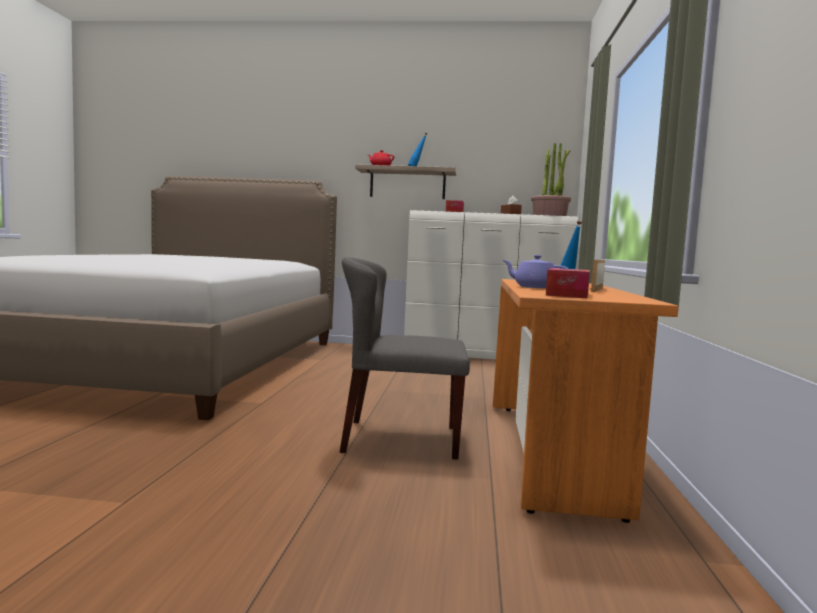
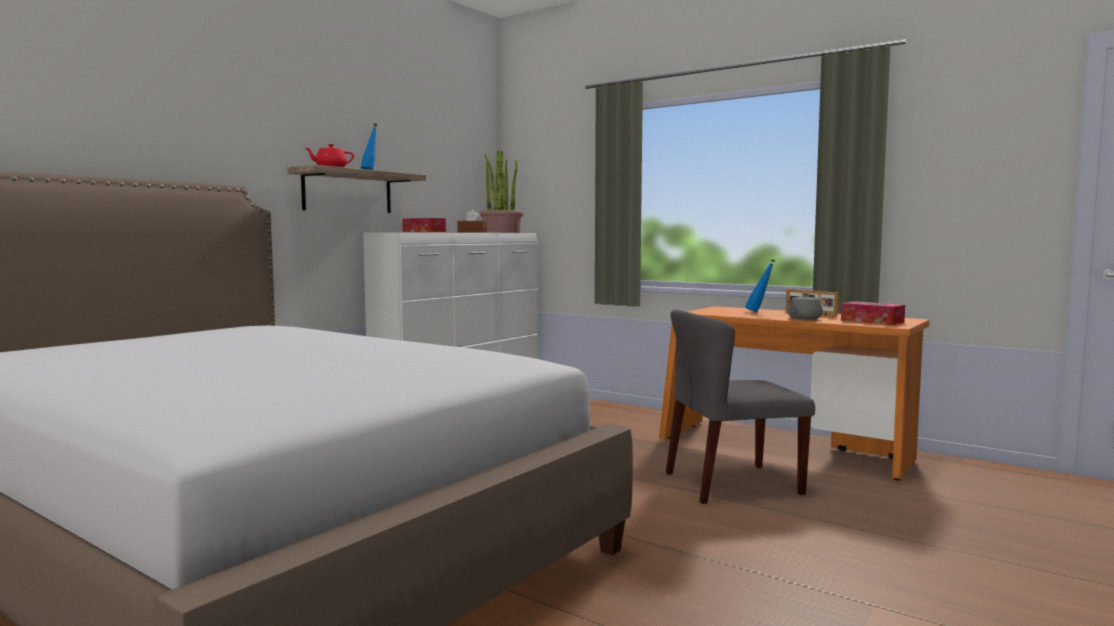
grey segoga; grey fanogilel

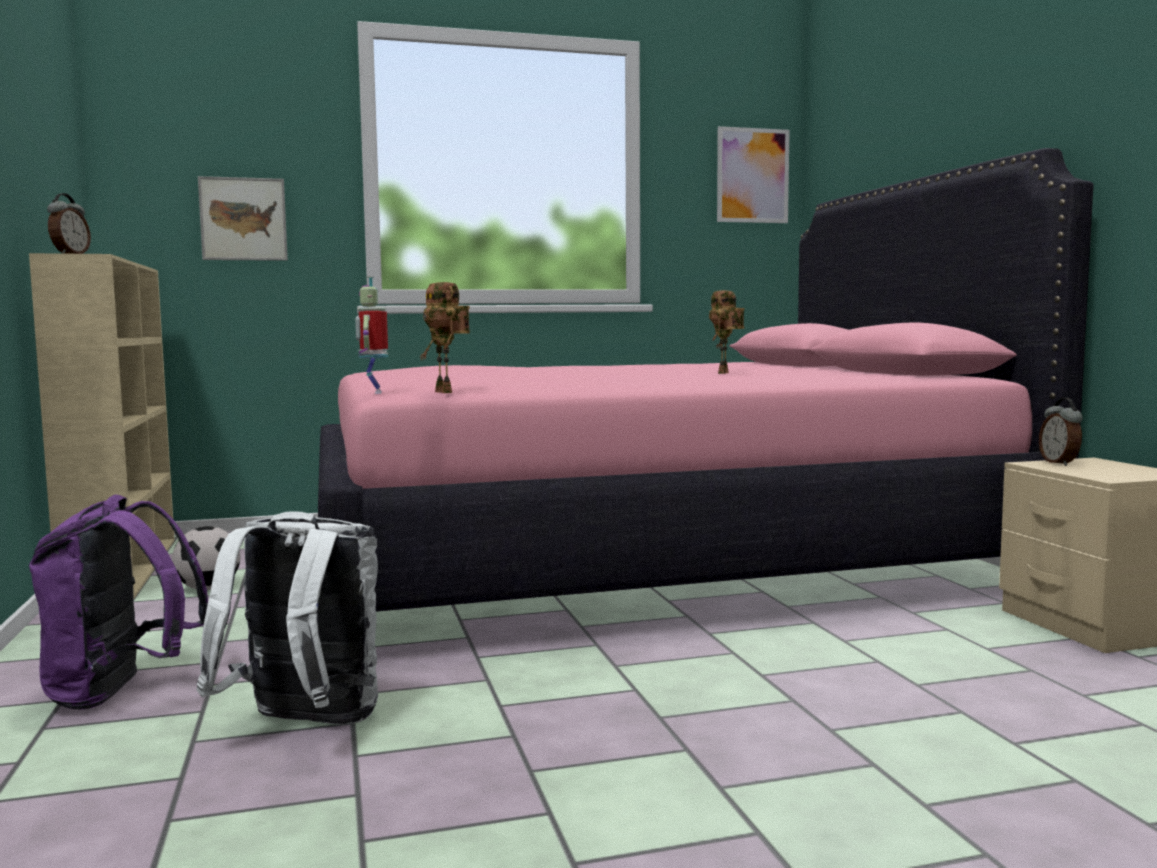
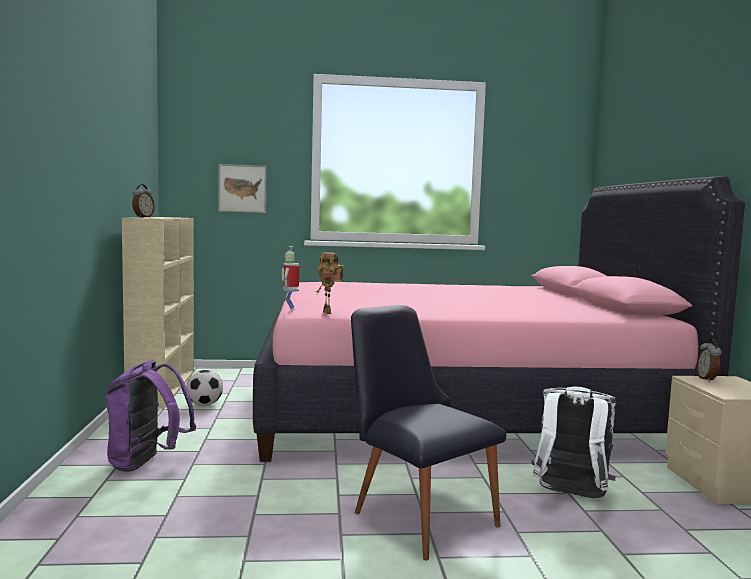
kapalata (no. 2 from left in the first image); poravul (no. 3 from left in the first image); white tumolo; black fanogilel

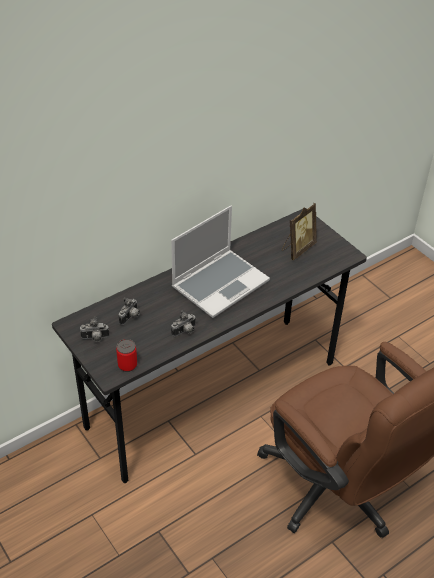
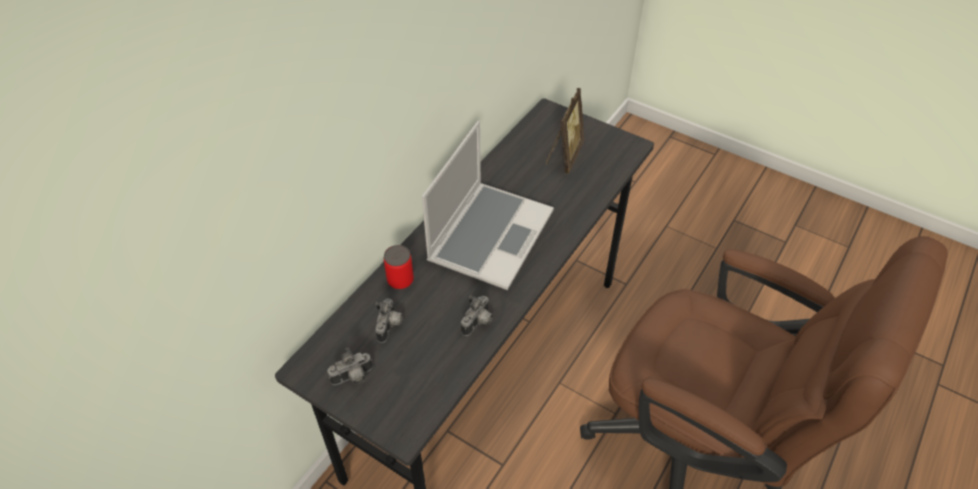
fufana

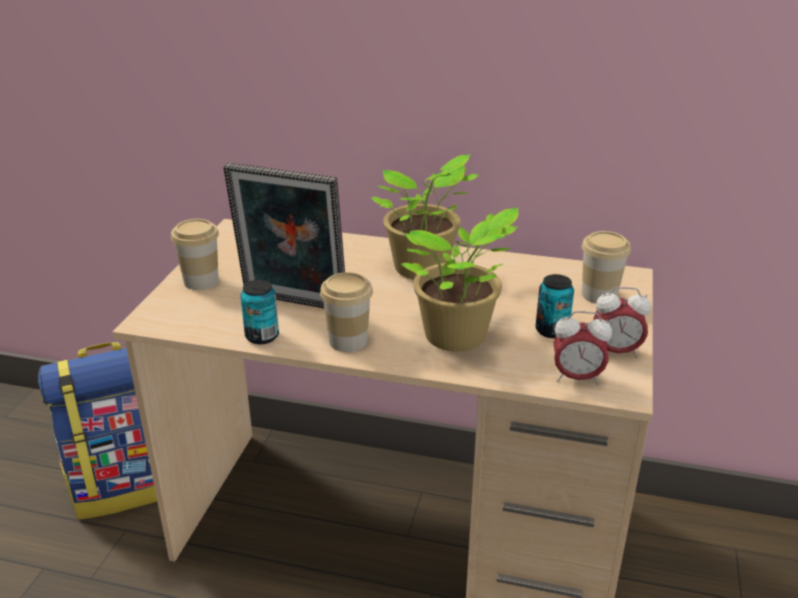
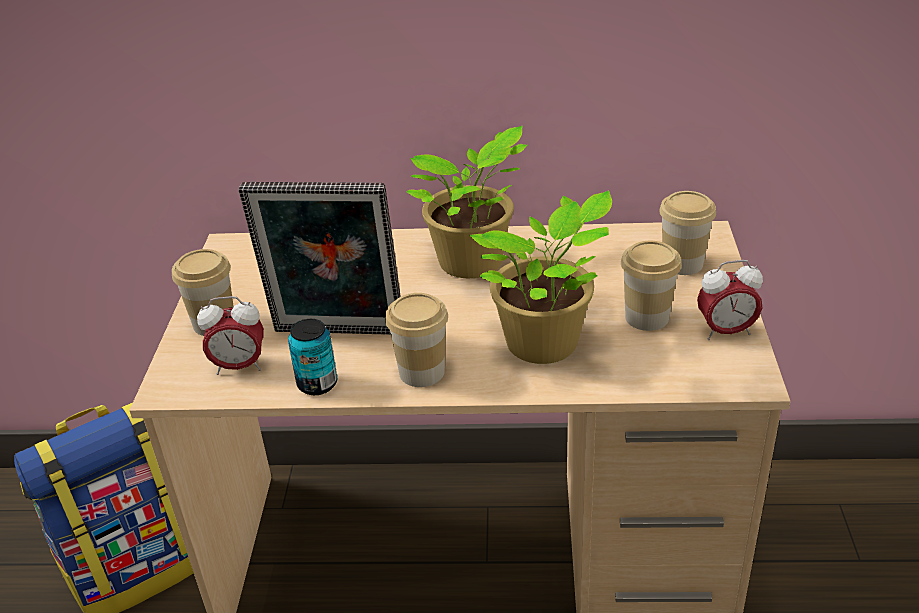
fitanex (no. 3 from left); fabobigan (no. 1 from left)

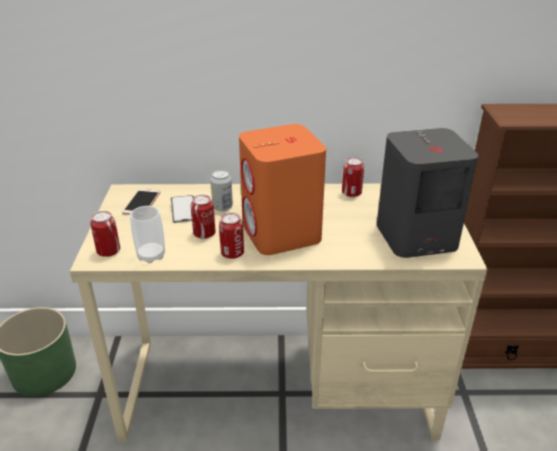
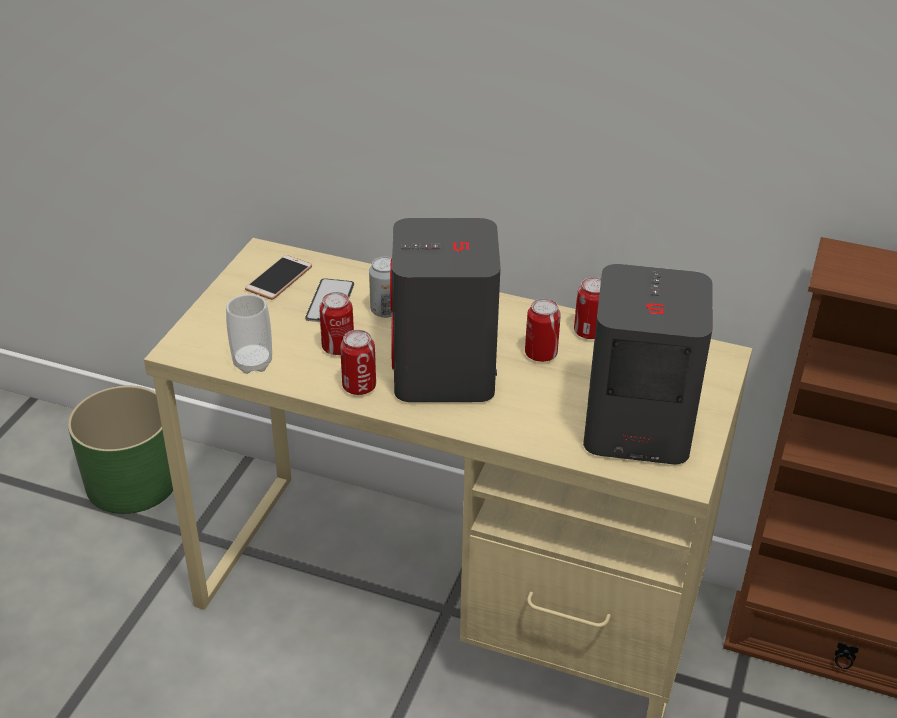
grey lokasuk (no. 1 from left); fufana (no. 4 from left)

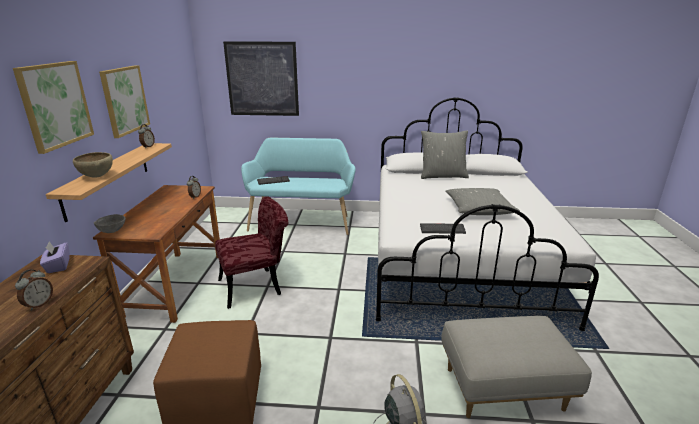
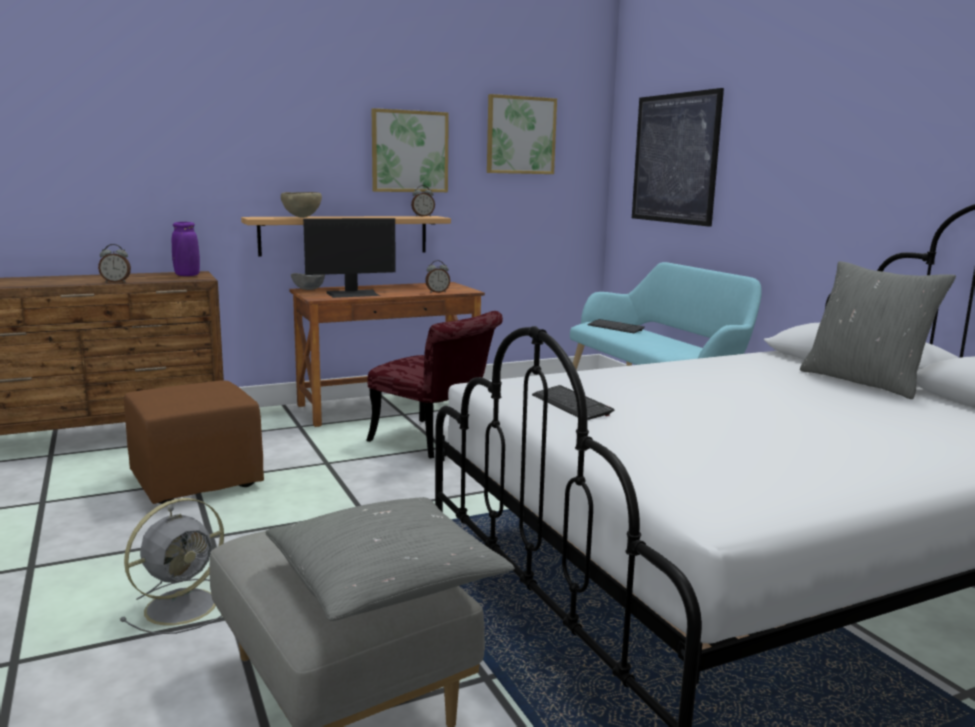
kapalata (no. 2 from left); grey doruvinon (no. 1 from left); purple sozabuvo; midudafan

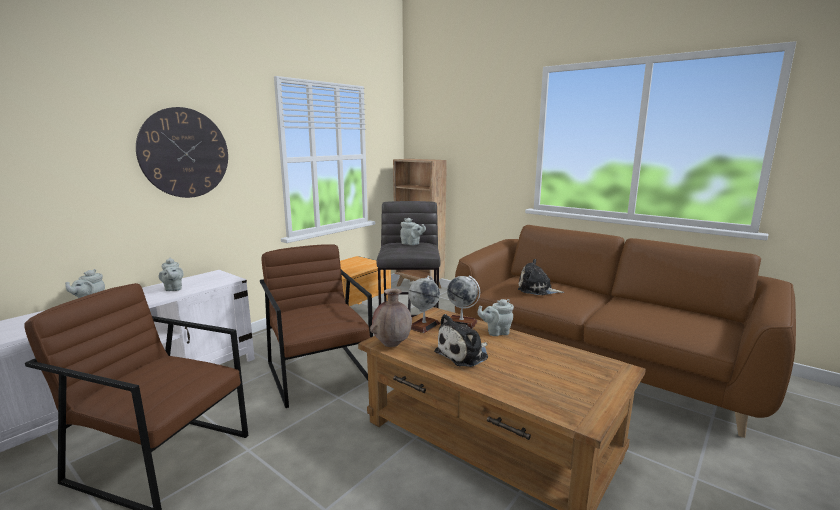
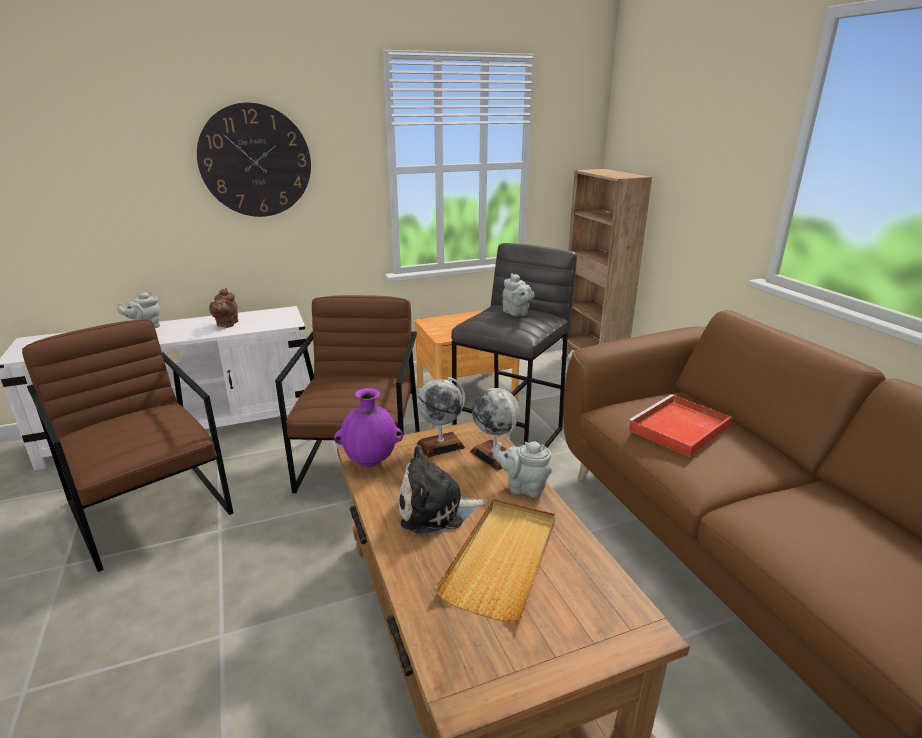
brown segoga; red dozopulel; purple sozabuvo; beige dozopulel

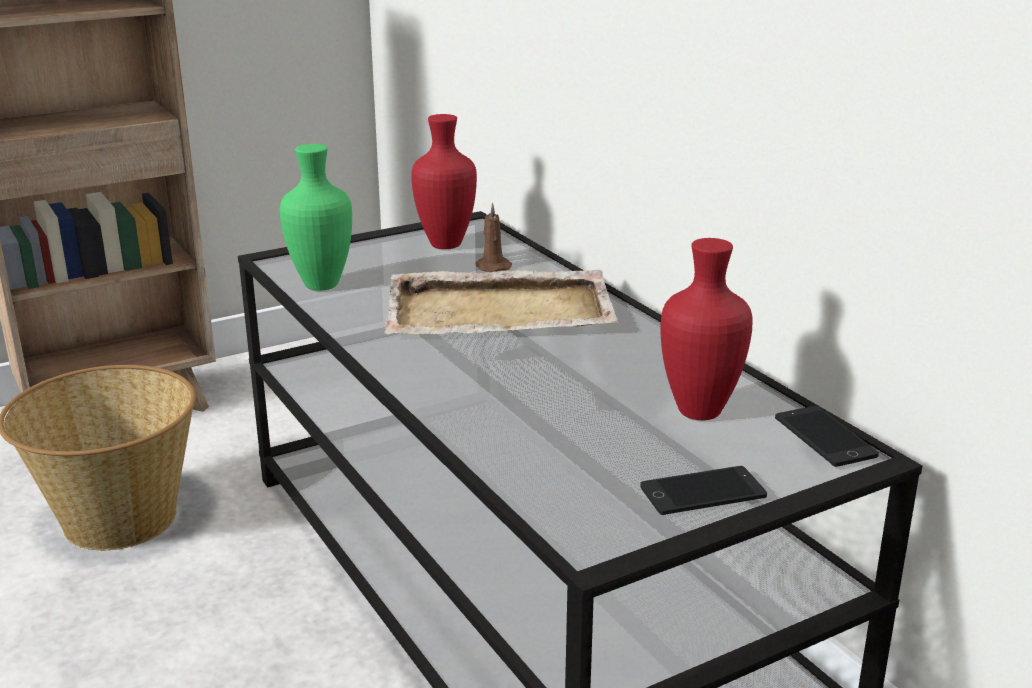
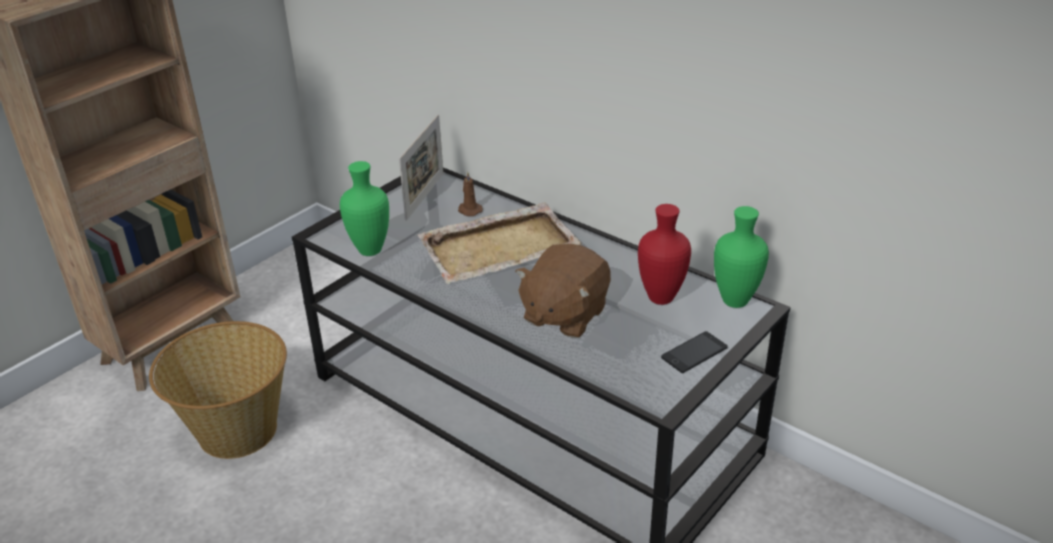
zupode; green sozabuvo (no. 2 from left); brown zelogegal

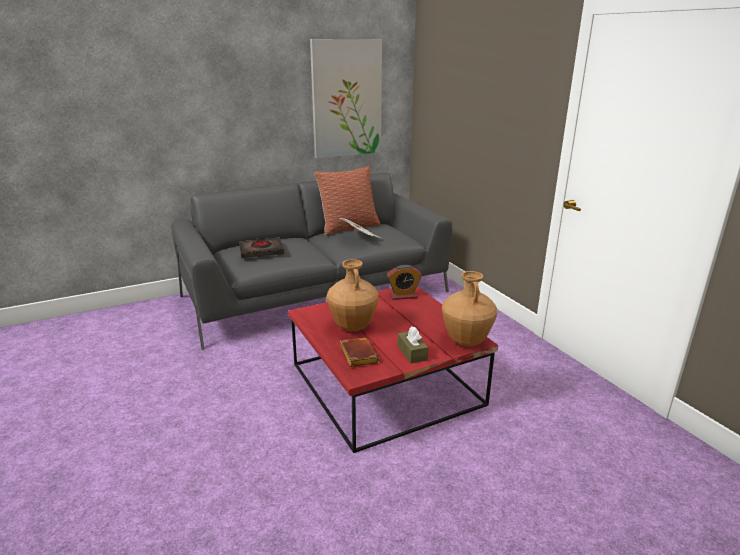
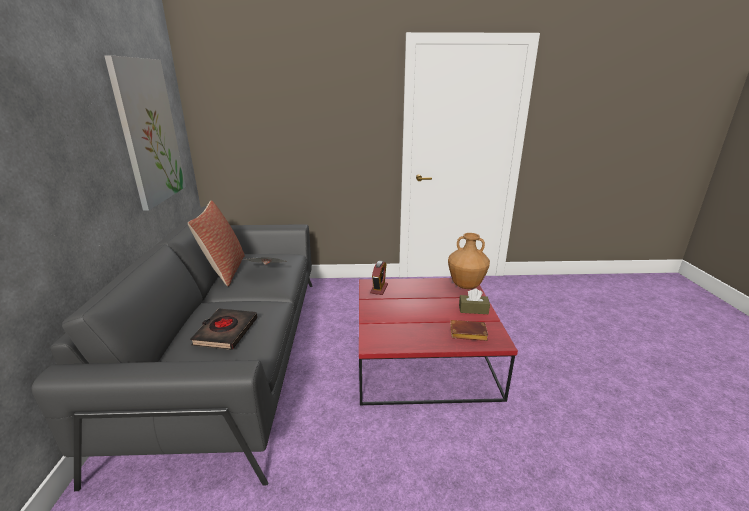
brown sozabuvo (no. 1 from left in the first image)

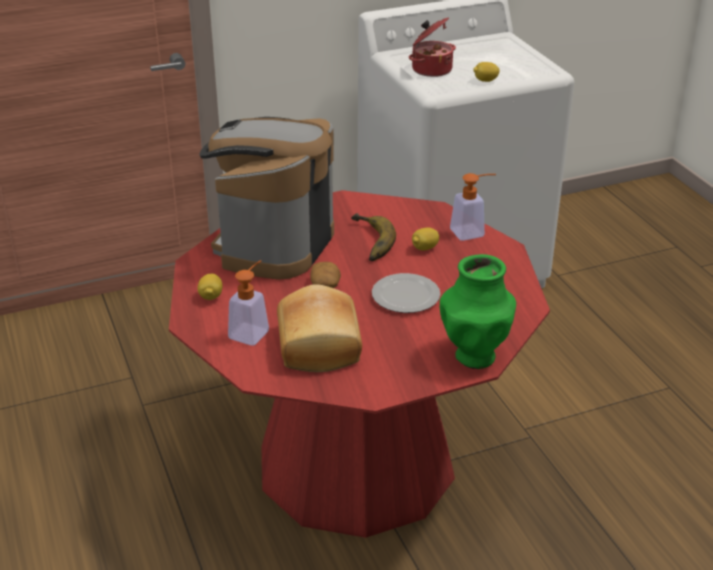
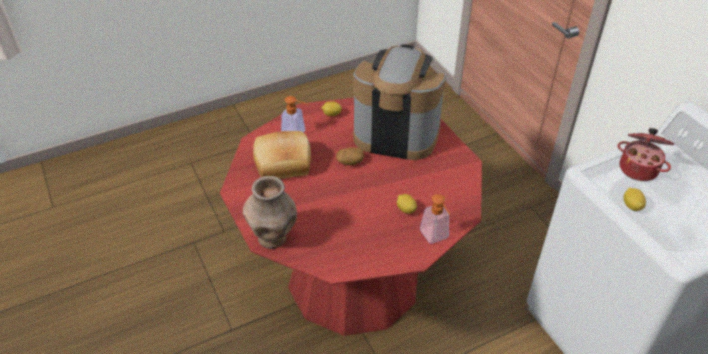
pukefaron; brown sozabuvo; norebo

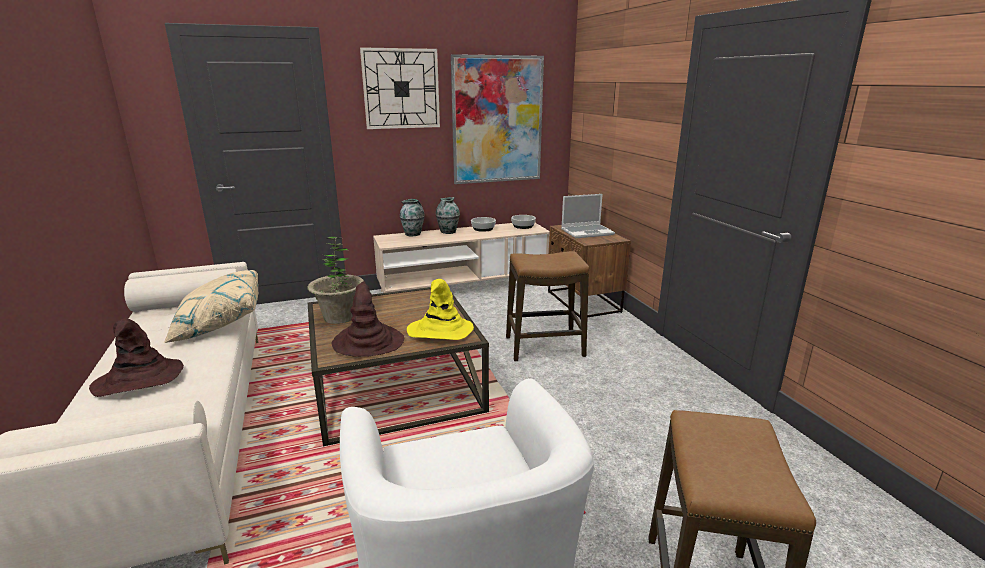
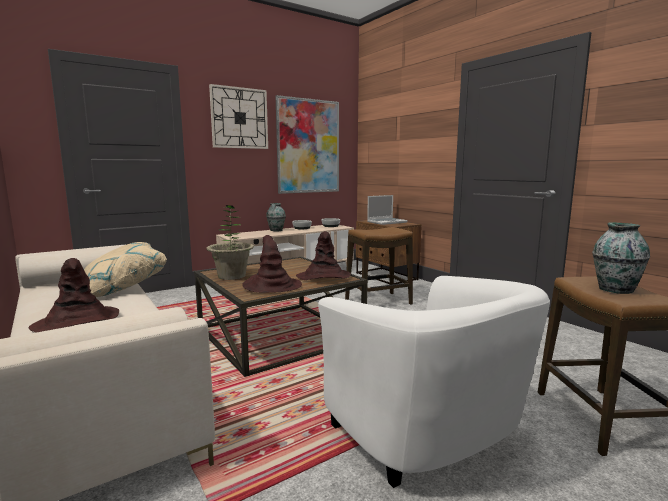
sozabuvo (no. 2 from left); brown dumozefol (no. 3 from left)

